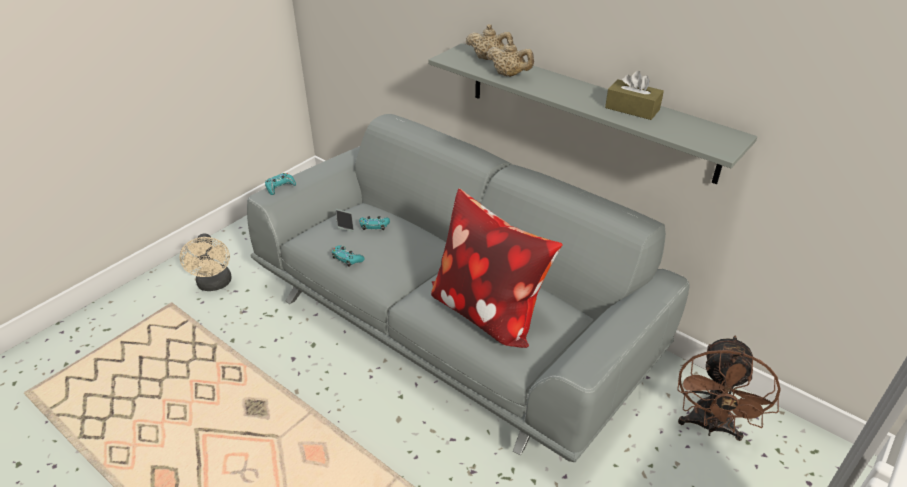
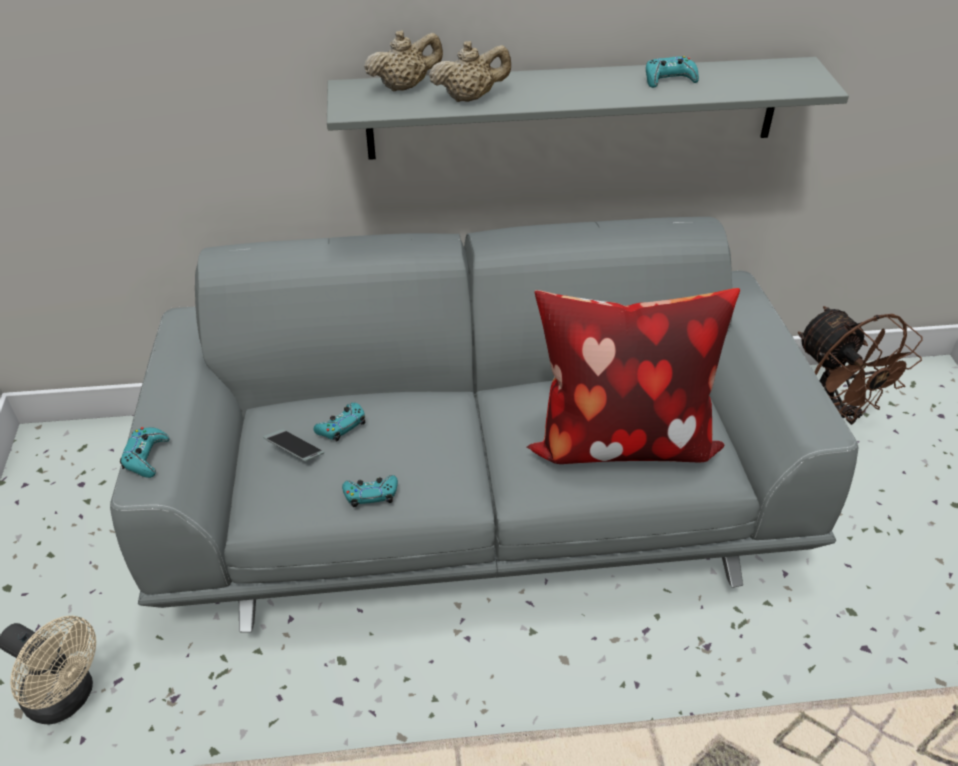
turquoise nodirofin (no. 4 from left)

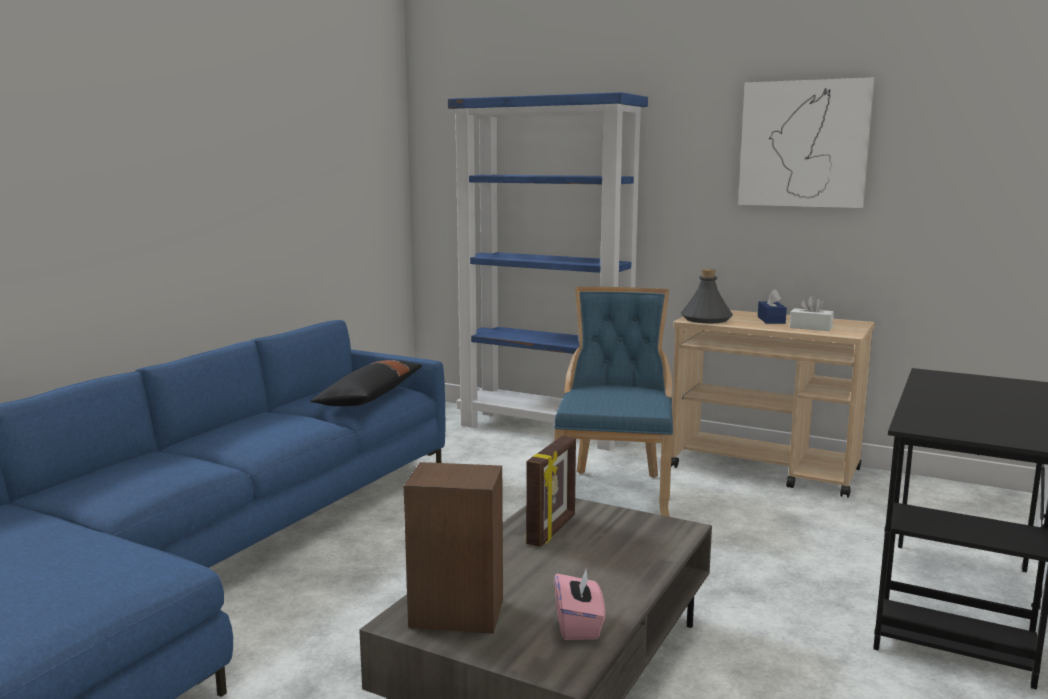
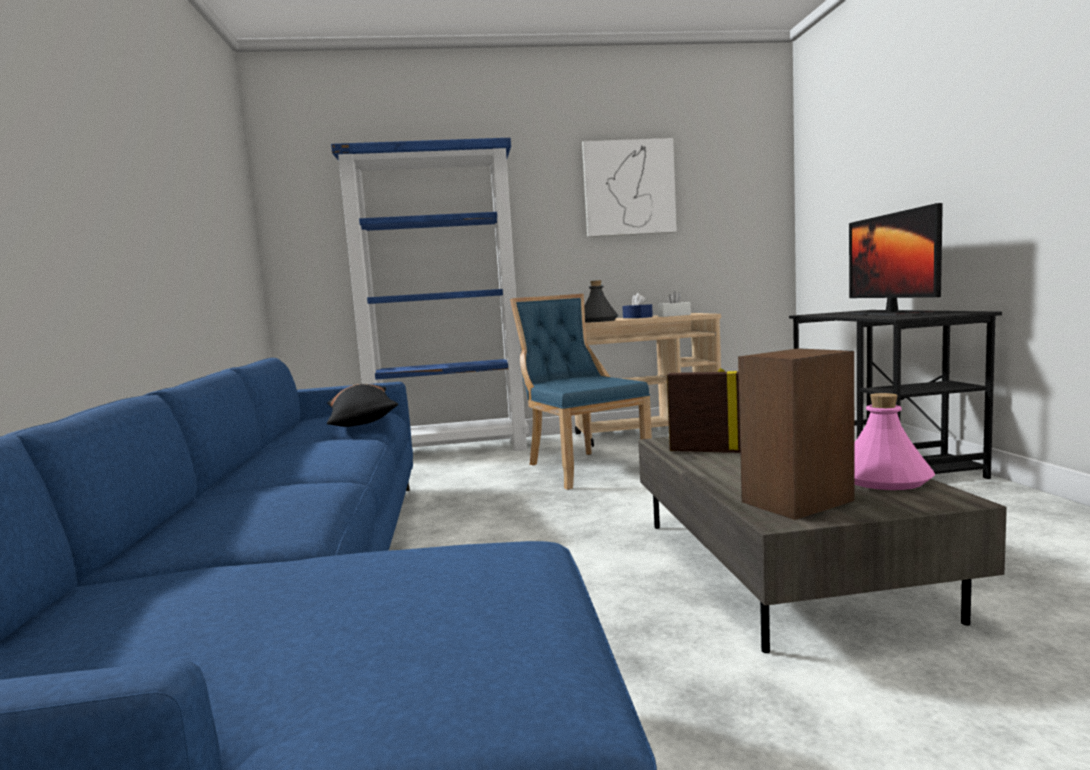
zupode; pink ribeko; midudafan

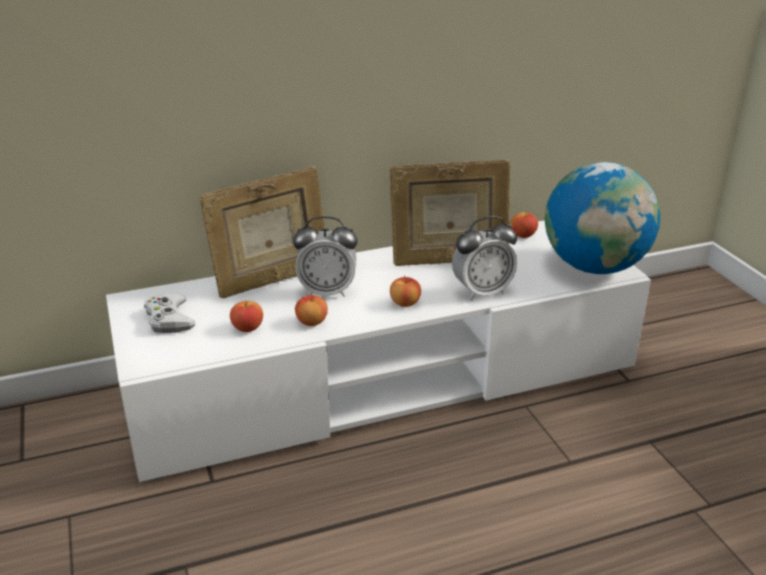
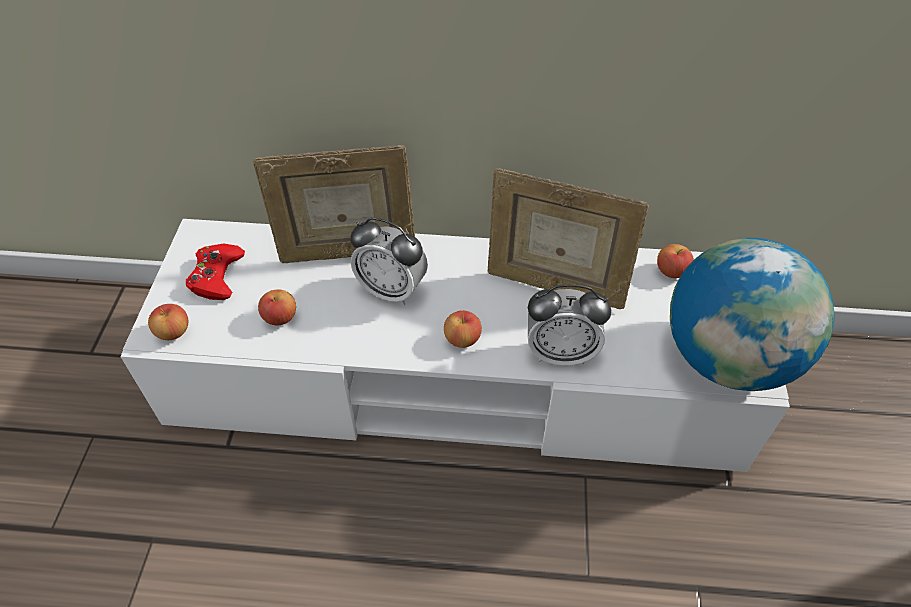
red nodirofin; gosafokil (no. 1 from left)

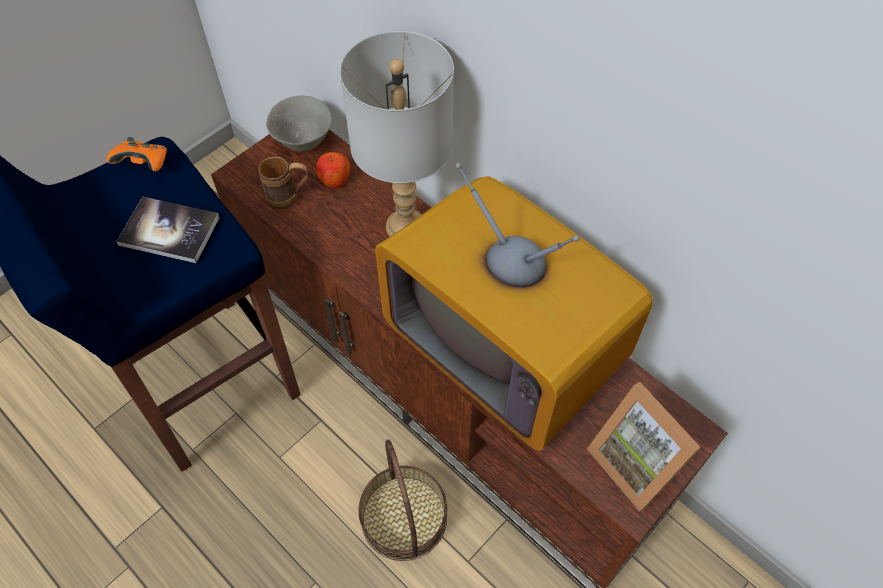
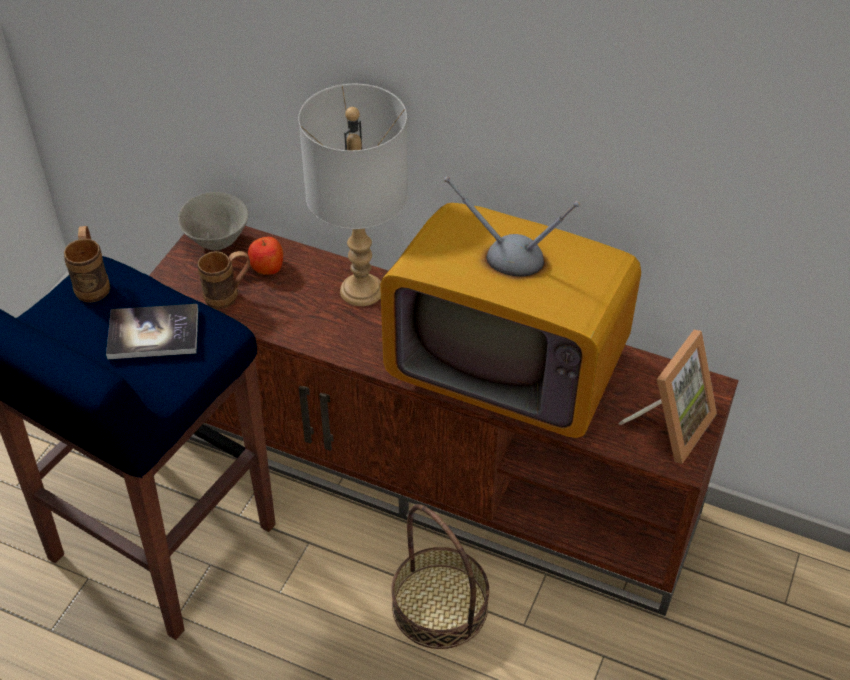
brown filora (no. 1 from left); zupode

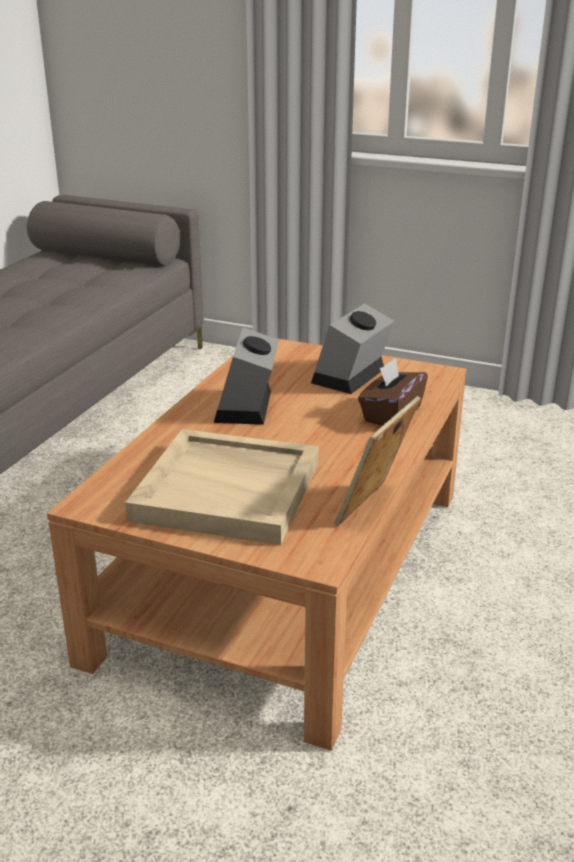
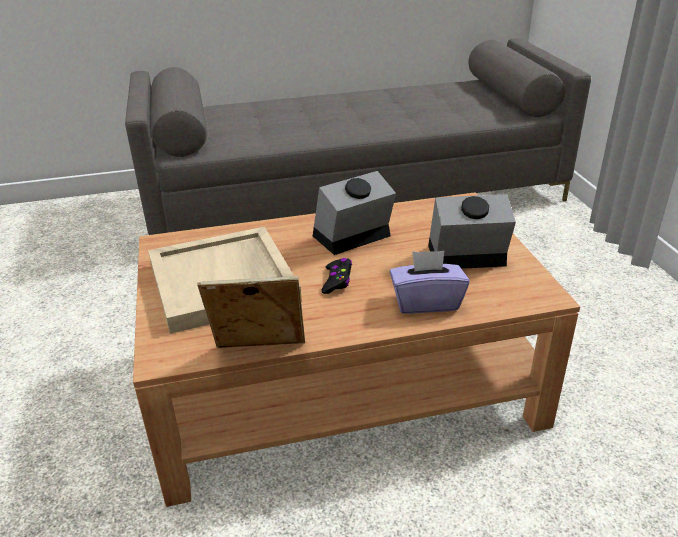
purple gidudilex; black nodirofin

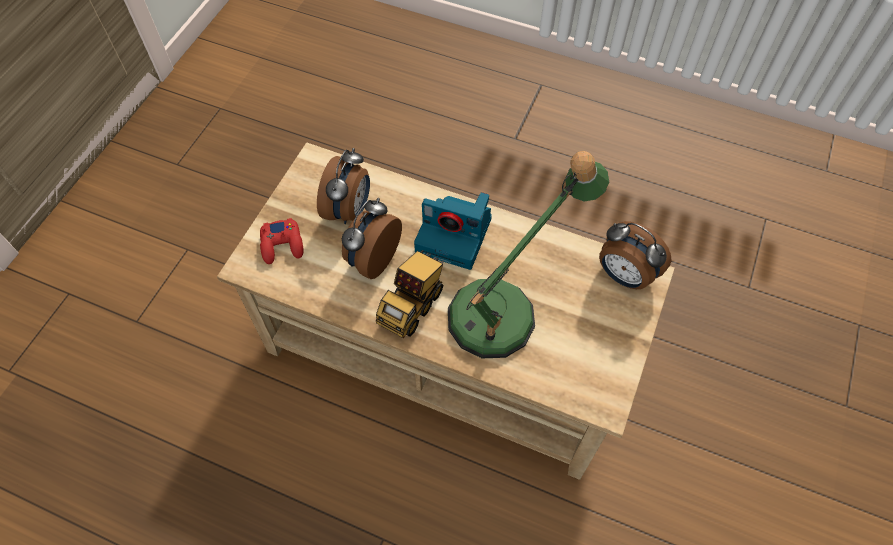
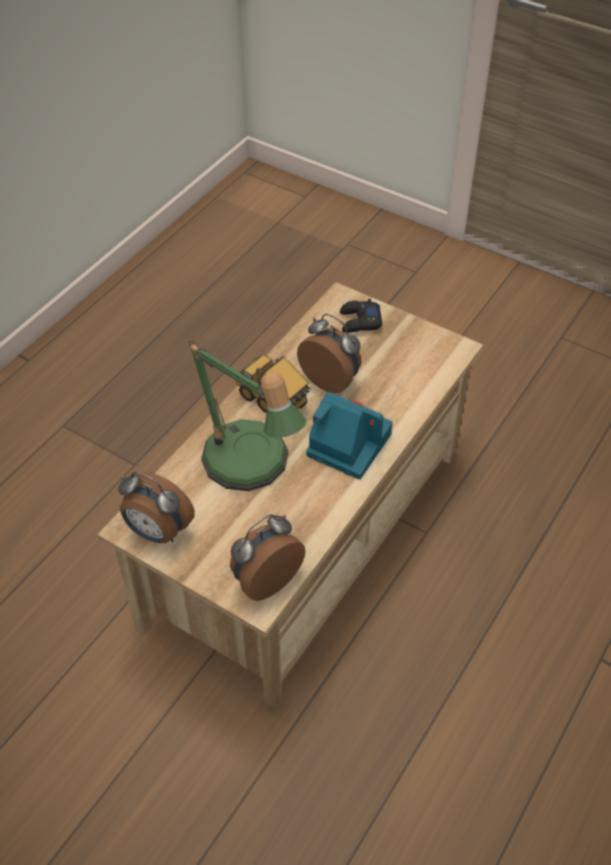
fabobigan (no. 1 from left); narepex; black nodirofin

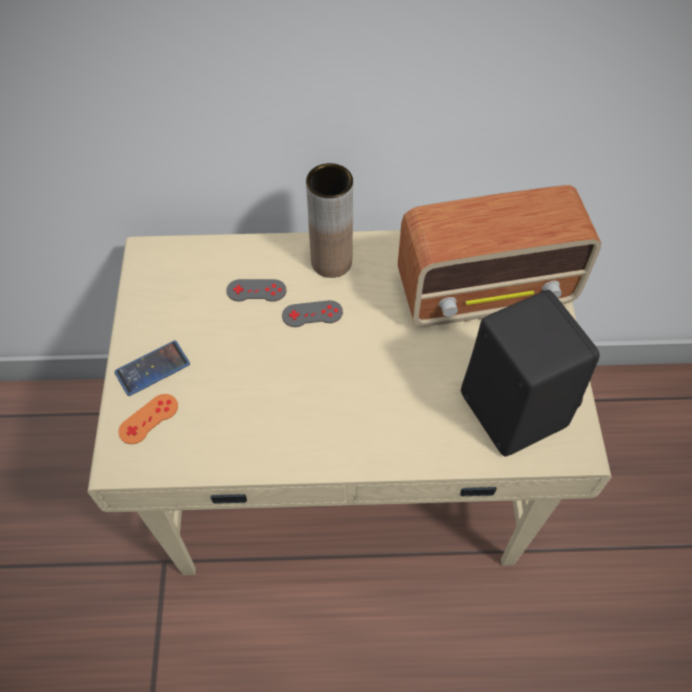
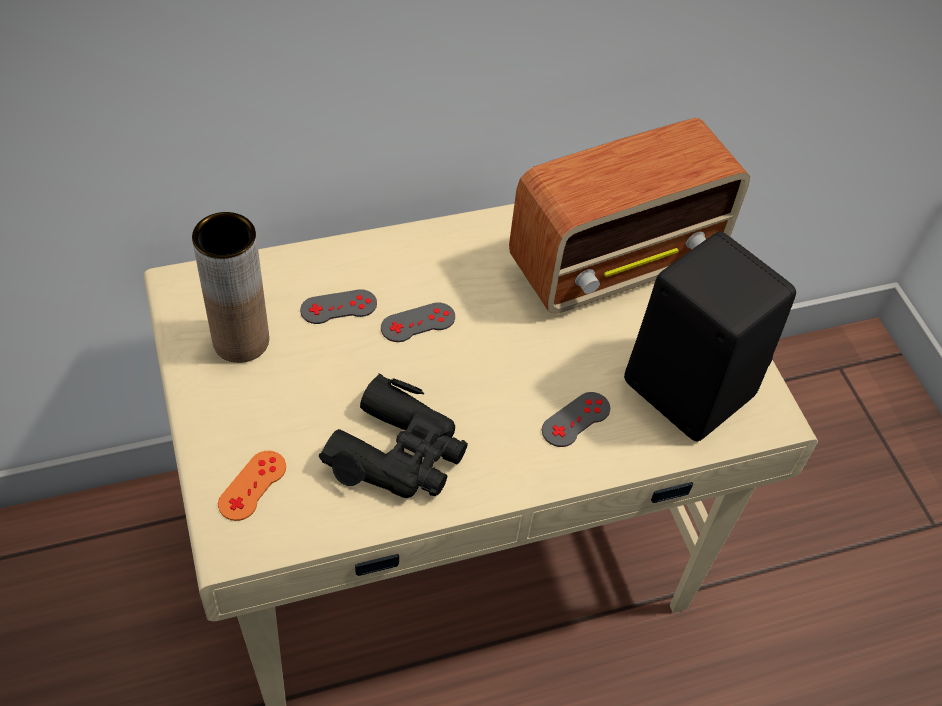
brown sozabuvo; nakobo; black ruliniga; grey nodirofin (no. 3 from left)

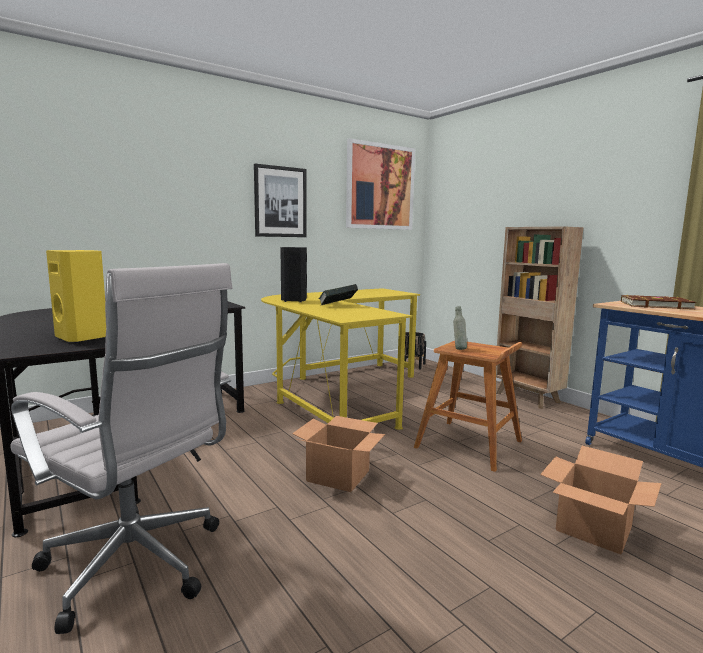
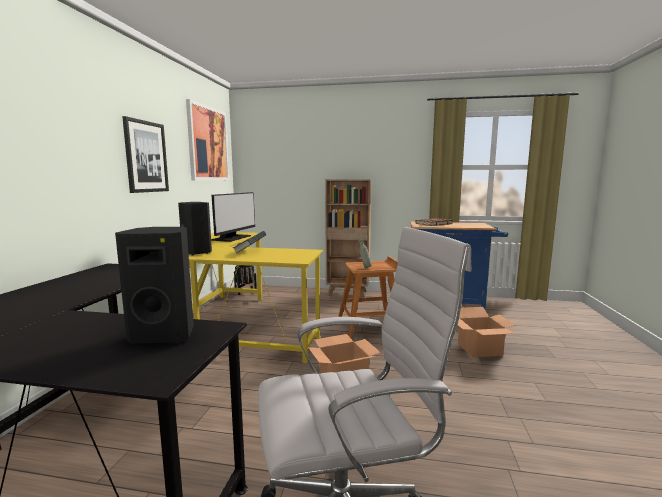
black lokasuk (no. 1 from left); midudafan

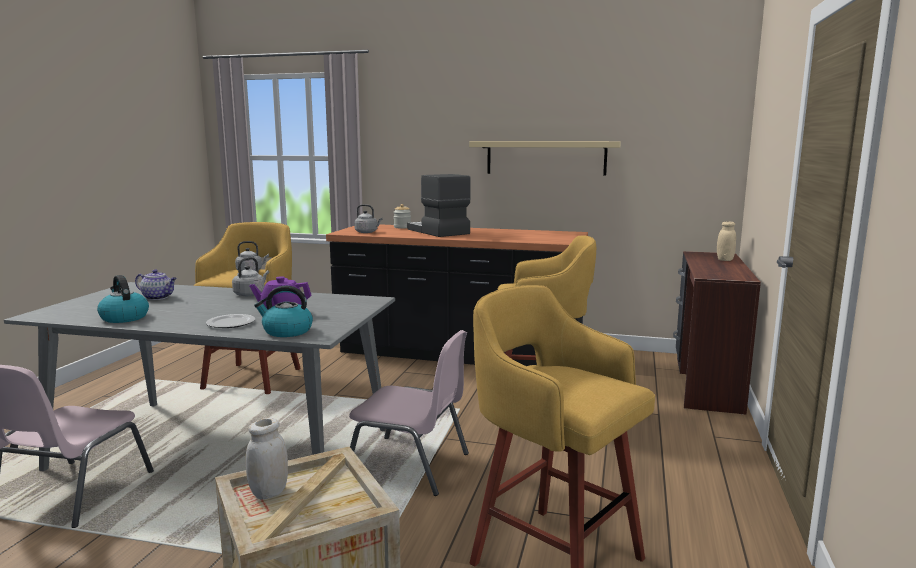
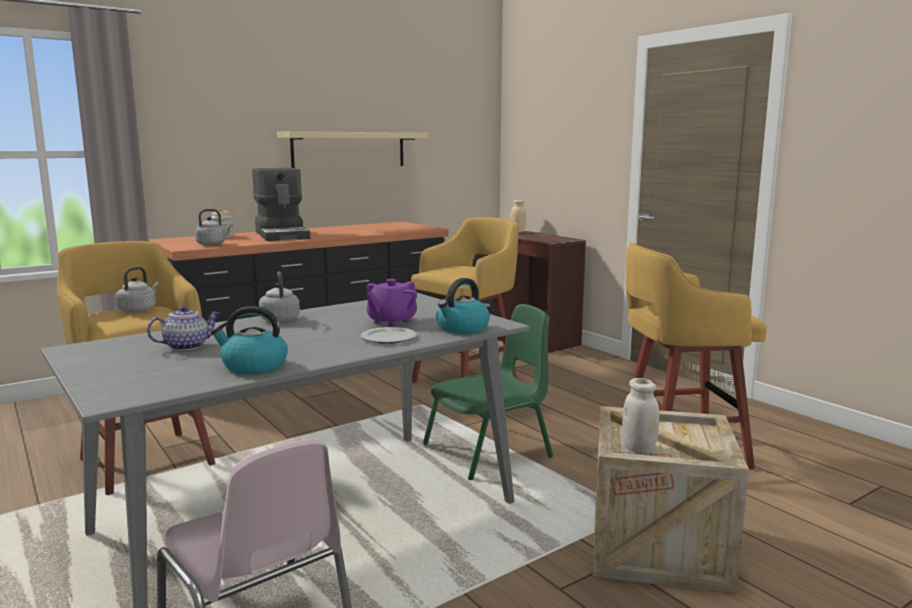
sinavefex; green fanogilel

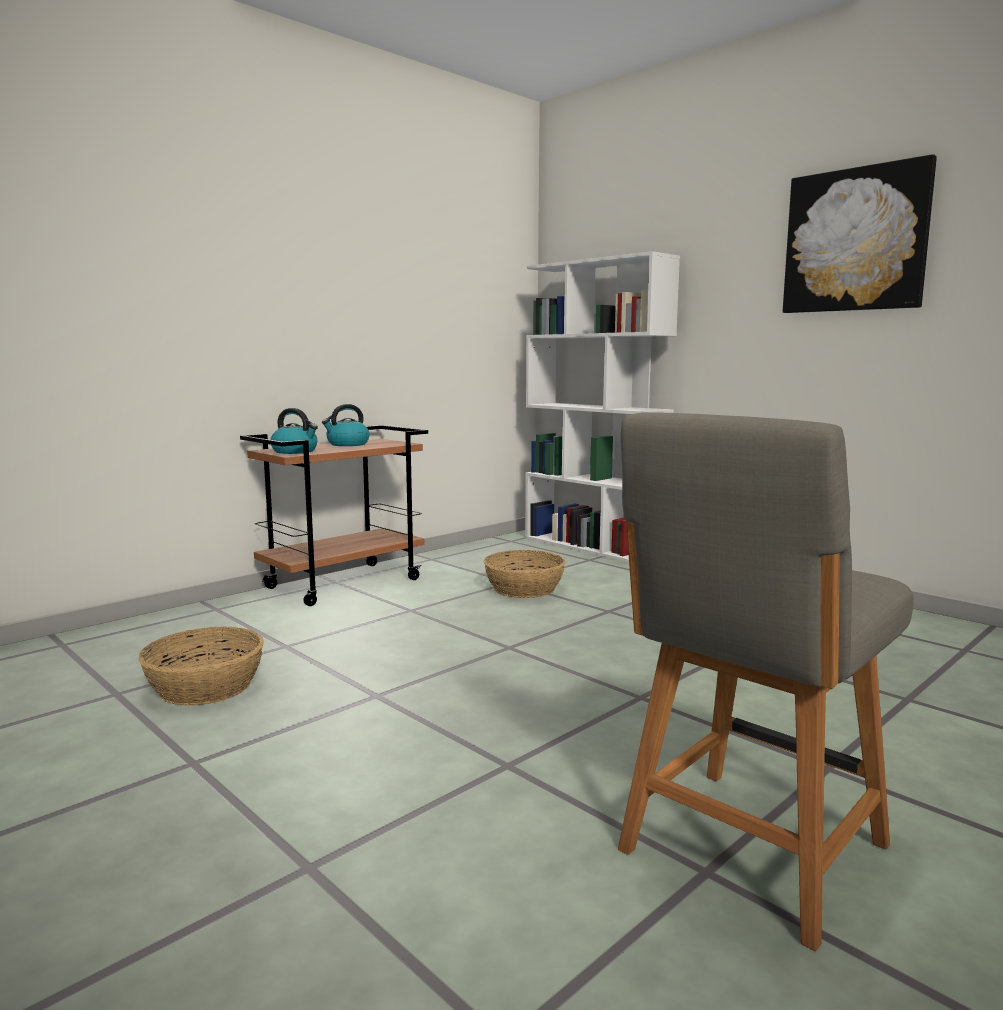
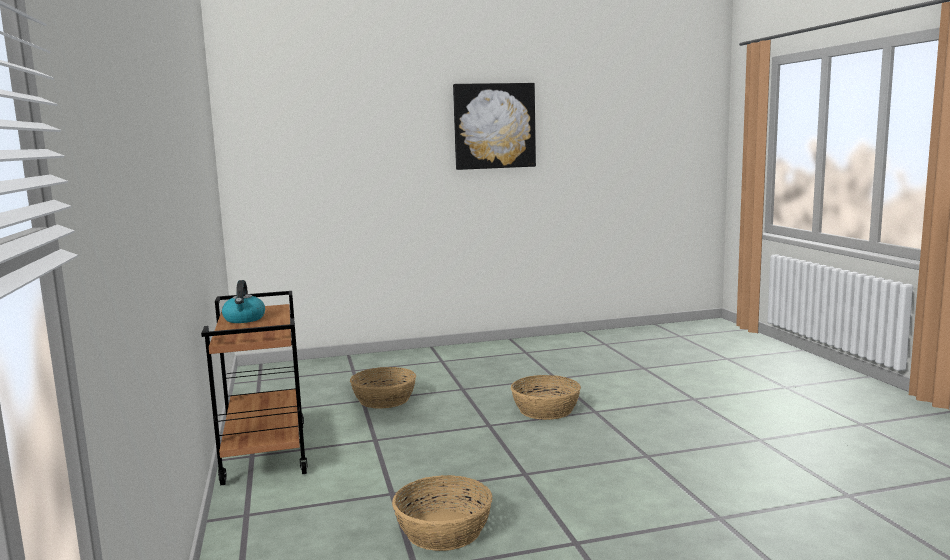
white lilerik; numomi (no. 1 from left in the first image); grey fanogilel; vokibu (no. 3 from left)

